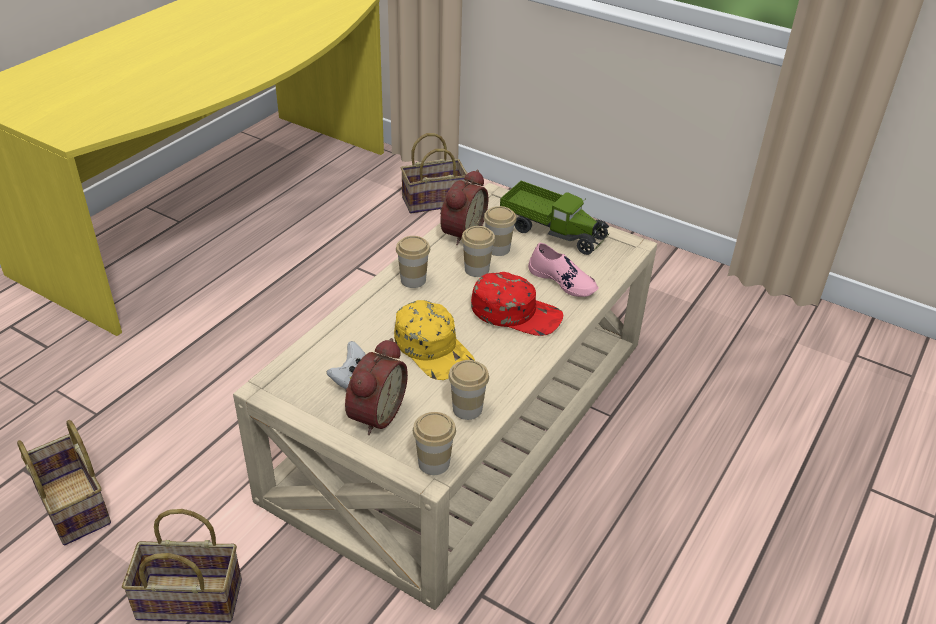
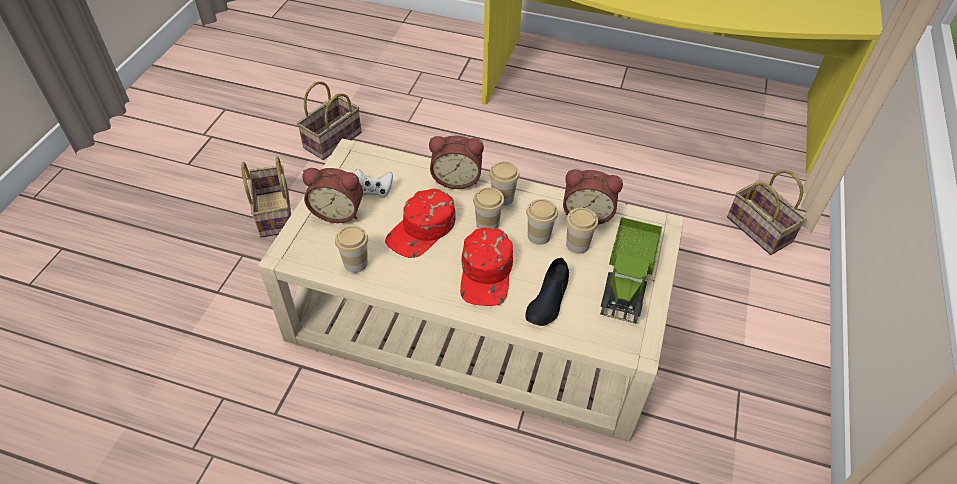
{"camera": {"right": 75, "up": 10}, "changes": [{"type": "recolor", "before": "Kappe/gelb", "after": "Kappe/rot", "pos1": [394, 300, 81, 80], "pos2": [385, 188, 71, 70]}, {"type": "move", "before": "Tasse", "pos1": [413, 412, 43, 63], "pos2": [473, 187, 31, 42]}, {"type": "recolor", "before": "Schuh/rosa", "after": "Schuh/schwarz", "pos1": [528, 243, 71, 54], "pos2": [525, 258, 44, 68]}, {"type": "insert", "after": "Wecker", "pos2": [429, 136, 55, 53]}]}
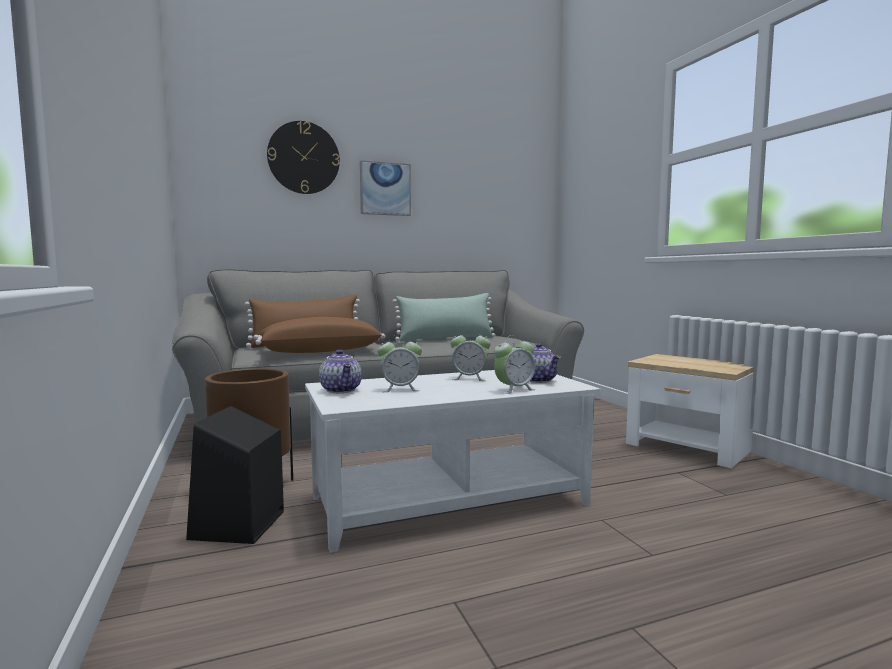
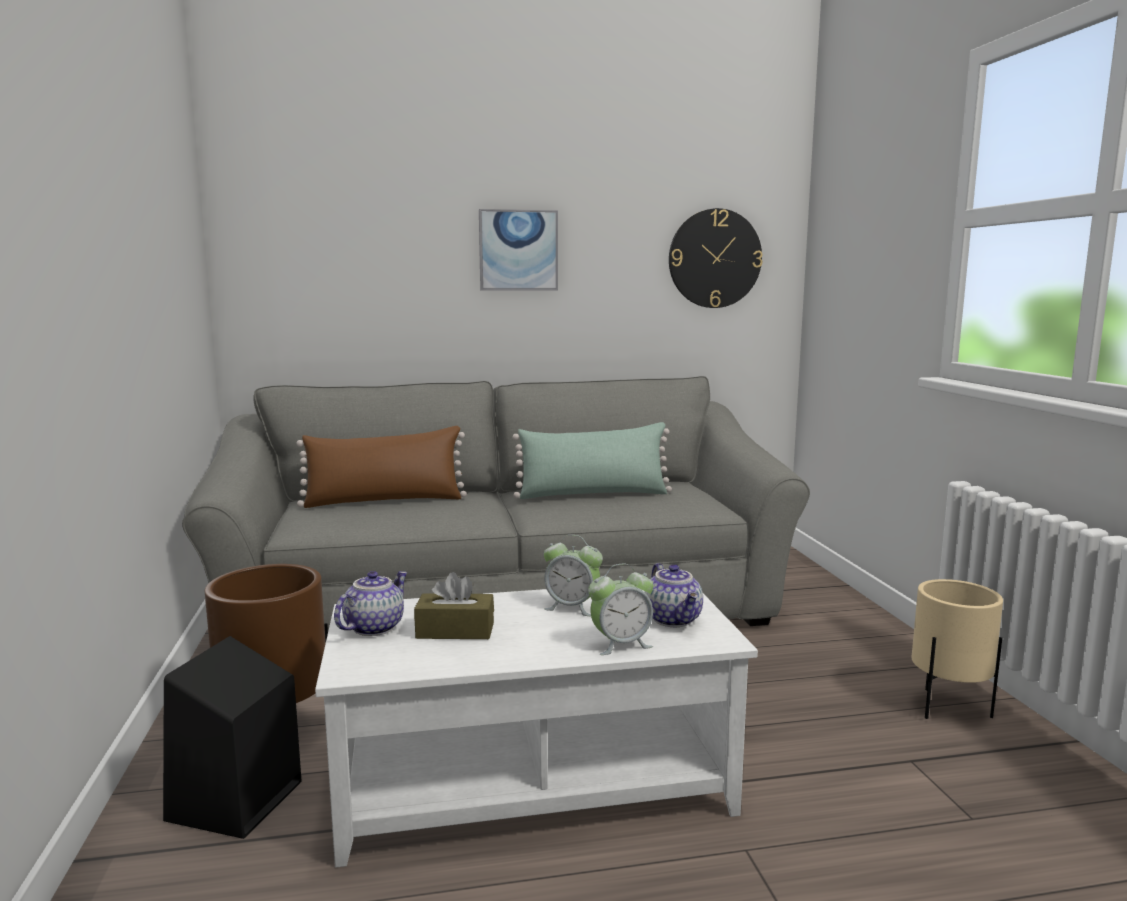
{"camera": {"right": 10, "up": 5}, "changes": [{"type": "delete", "before": "Kissen/braun", "pos1": [253, 317, 132, 36]}, {"type": "move", "before": "Wanduhr", "pos1": [267, 121, 73, 73], "pos2": [669, 208, 94, 100]}, {"type": "rotate", "before": "Teekanne", "pos1": [319, 349, 43, 44], "pos2": [334, 571, 74, 65], "turn": -135}, {"type": "replace", "before": "Wecker", "after": "Taschentuchbox/braun", "pos1": [377, 335, 45, 57], "pos2": [414, 572, 80, 67]}, {"type": "replace", "before": "Beistelltisch", "after": "Pflanzkübel/beige", "pos1": [626, 354, 128, 114], "pos2": [912, 579, 91, 140]}]}
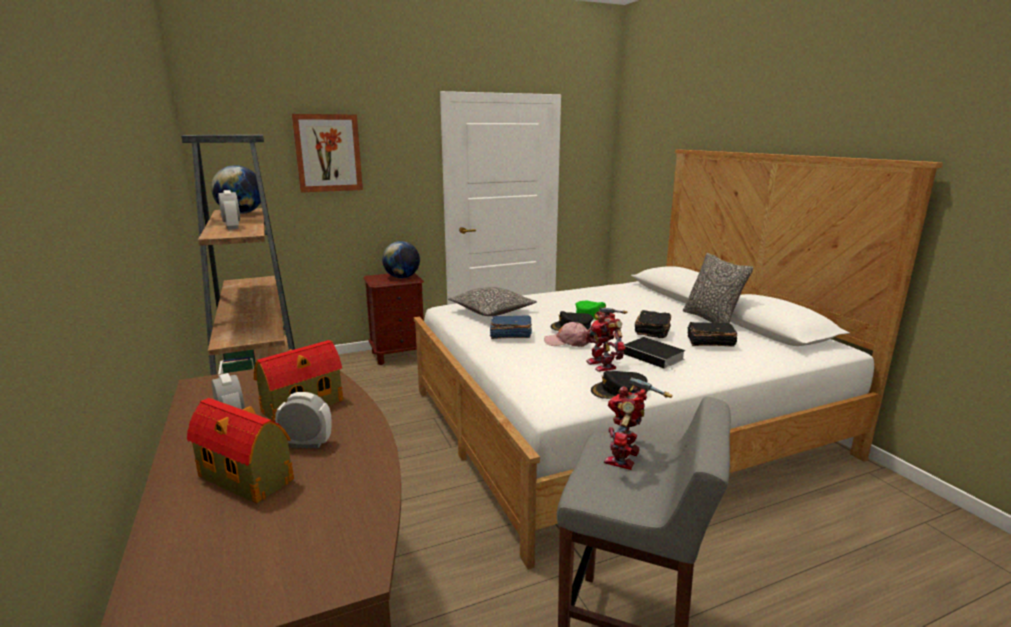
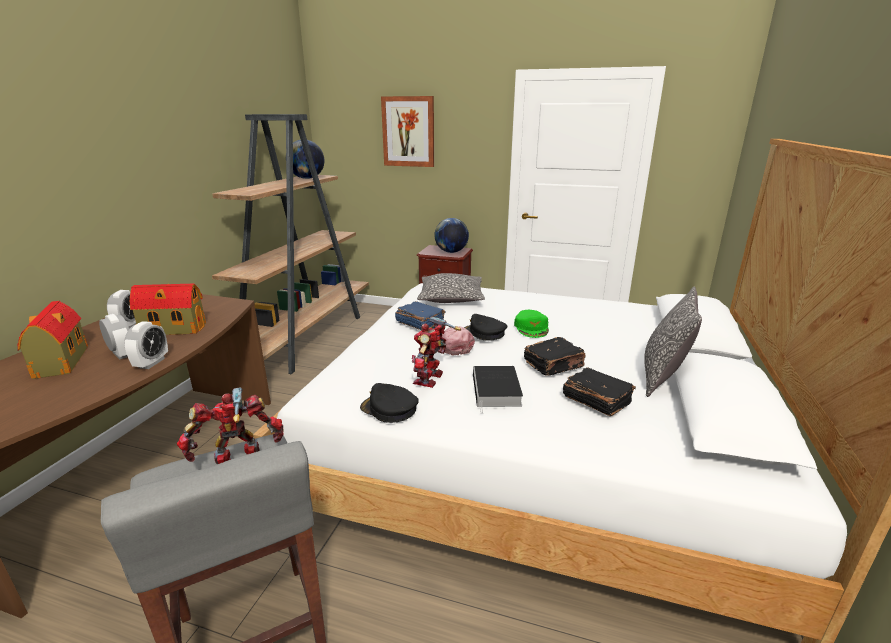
{"camera": {"right": 40, "up": 5}, "changes": [{"type": "move", "before": "Wecker", "pos1": [218, 190, 22, 40], "pos2": [124, 322, 44, 47]}]}
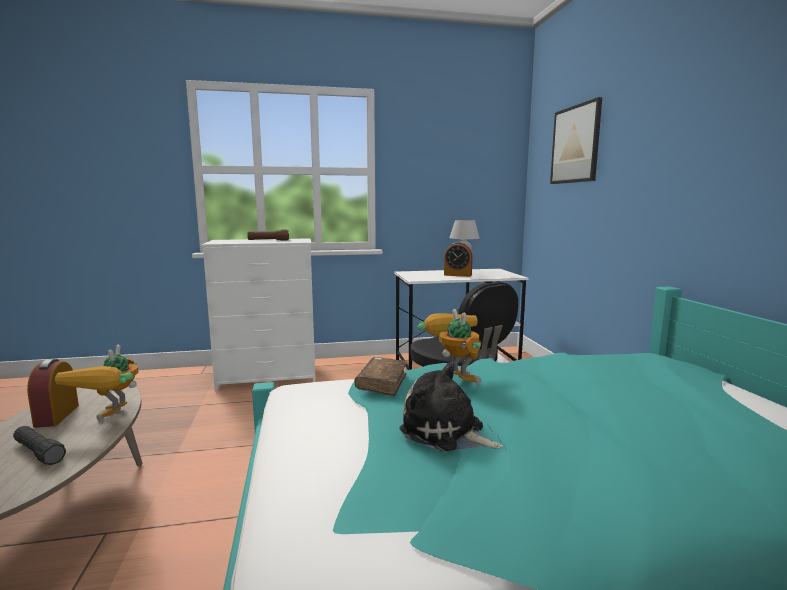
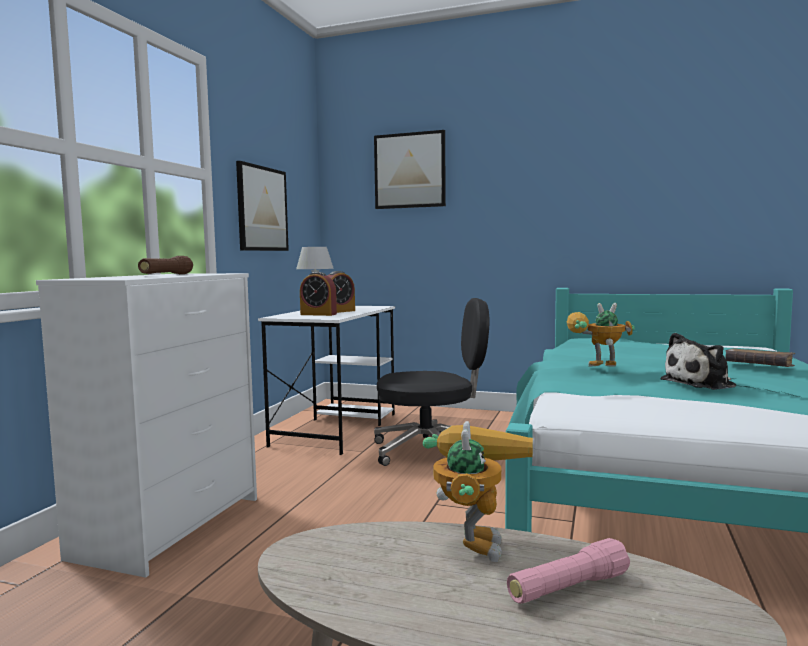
{"camera": {"right": -60, "up": -5}, "changes": [{"type": "recolor", "before": "Taschenlampe/schwarz", "after": "Taschenlampe/rosa", "pos1": [13, 426, 53, 39], "pos2": [507, 538, 123, 66]}, {"type": "move", "before": "Wecker", "pos1": [27, 359, 52, 69], "pos2": [300, 272, 37, 44]}, {"type": "rotate", "before": "Spielzeugroboter", "pos1": [55, 345, 83, 75], "pos2": [423, 421, 110, 141], "turn": -105}, {"type": "move", "before": "Buch/braun", "pos1": [354, 357, 54, 40], "pos2": [725, 348, 70, 19]}, {"type": "insert", "after": "Bild", "pos2": [236, 161, 53, 90]}]}
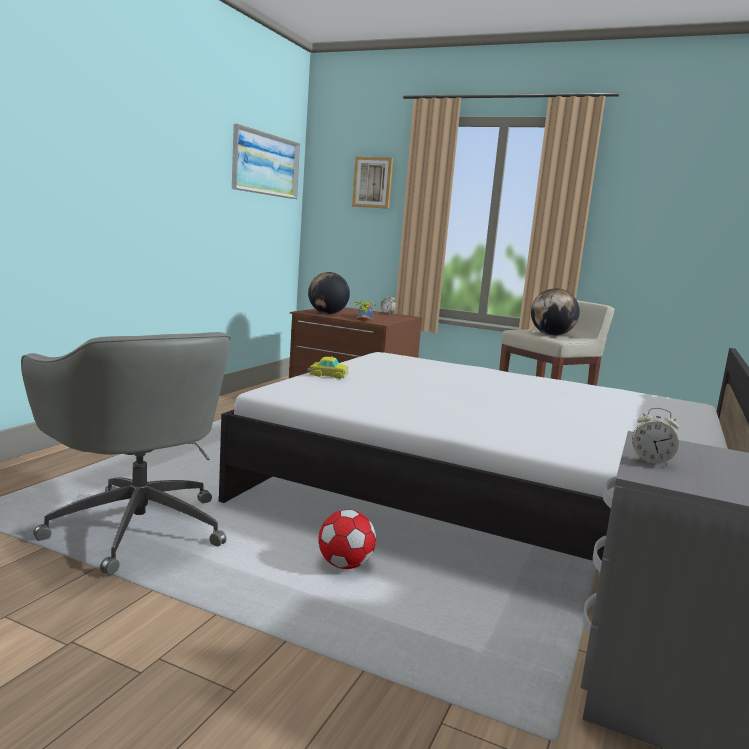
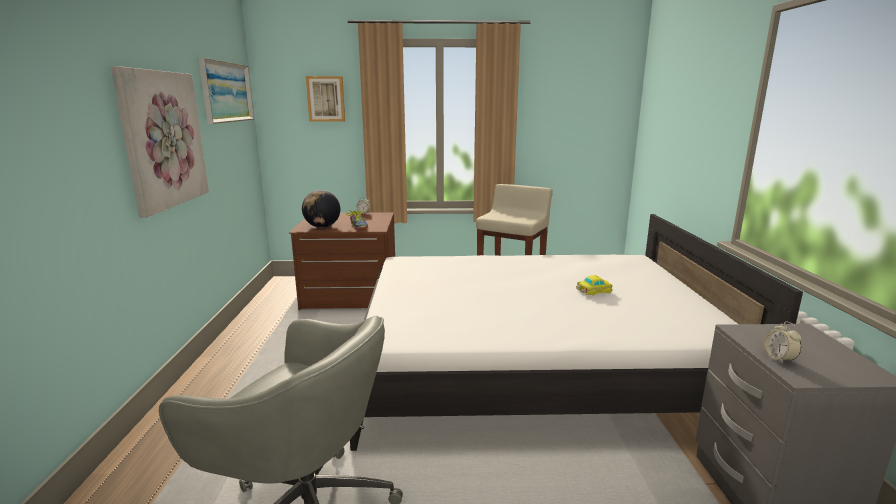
{"camera": {"right": -25, "up": 5}, "changes": [{"type": "move", "before": "Spielzeugauto", "pos1": [307, 357, 41, 22], "pos2": [576, 275, 37, 20]}, {"type": "delete", "before": "Fußball", "pos1": [318, 510, 58, 59]}, {"type": "delete", "before": "Globus", "pos1": [531, 288, 49, 48]}, {"type": "rotate", "before": "Wecker", "pos1": [632, 408, 47, 59], "pos2": [764, 322, 37, 42], "turn": 90}, {"type": "insert", "after": "Bild", "pos2": [111, 66, 98, 152]}]}
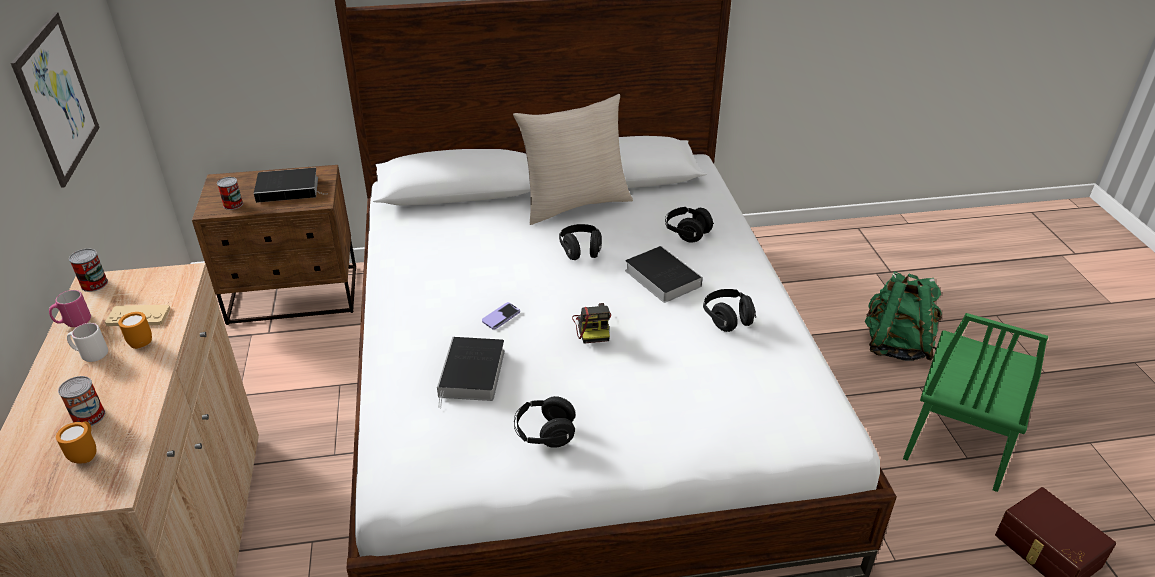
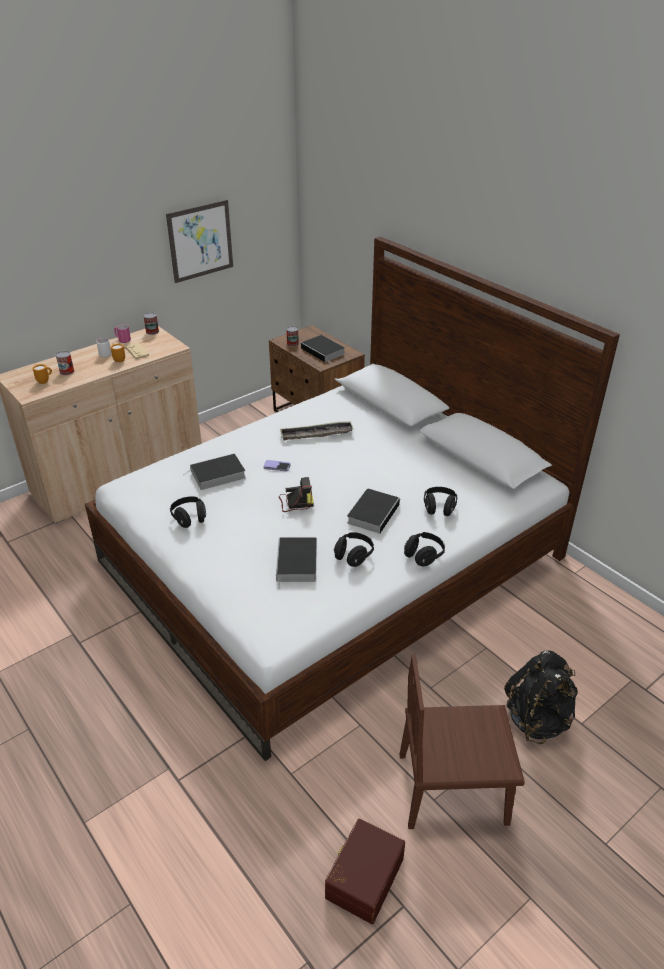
{"camera": {"right": 60, "up": 0}, "changes": [{"type": "delete", "before": "Kissen/beige", "pos1": [513, 94, 120, 131]}, {"type": "move", "before": "Kopfhörer/schwarz", "pos1": [559, 224, 43, 36], "pos2": [404, 532, 41, 34]}, {"type": "rotate", "before": "Kamera", "pos1": [572, 303, 39, 41], "pos2": [279, 477, 35, 35], "turn": -150}, {"type": "recolor", "before": "Rucksack/grün", "after": "Rucksack/schwarz", "pos1": [865, 271, 77, 90], "pos2": [504, 650, 74, 94]}, {"type": "recolor", "before": "Stuhl/grün", "after": "Stuhl/braun", "pos1": [903, 313, 145, 179], "pos2": [400, 654, 125, 175]}, {"type": "insert", "after": "Buch", "pos2": [276, 538, 41, 51]}, {"type": "insert", "after": "Tablett", "pos2": [280, 421, 74, 20]}]}
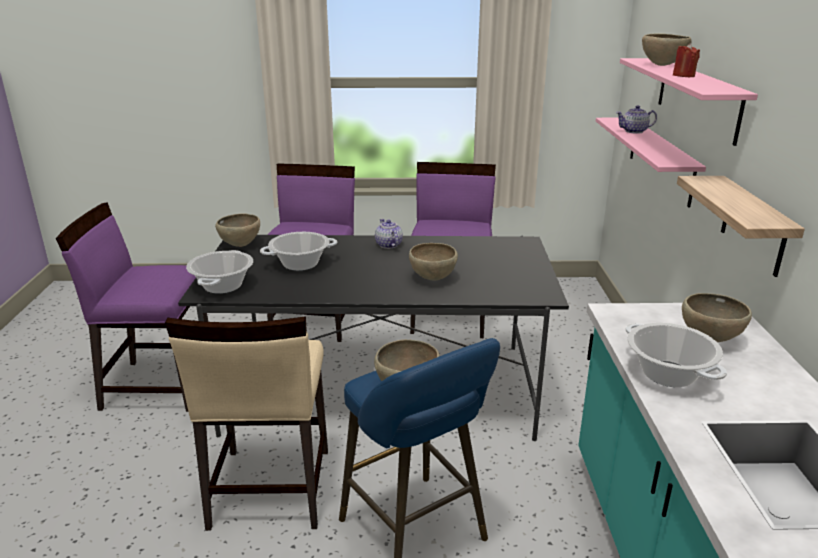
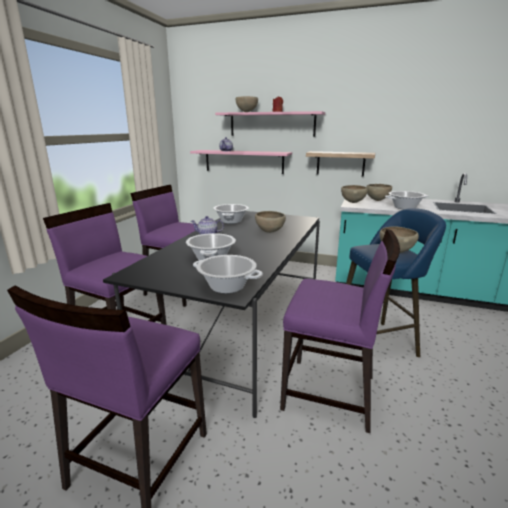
{"camera": {"right": -70, "up": -5}, "changes": [{"type": "recolor", "before": "Stuhl/beige", "after": "Stuhl/lila", "pos1": [165, 316, 163, 215], "pos2": [280, 229, 120, 204]}, {"type": "move", "before": "Schüssel/braun", "pos1": [215, 213, 45, 34], "pos2": [341, 185, 27, 18]}, {"type": "insert", "after": "Kochtopf", "pos2": [213, 204, 36, 20]}]}
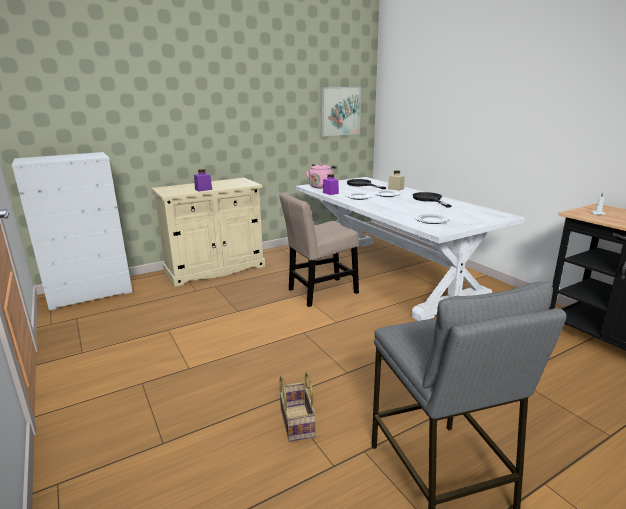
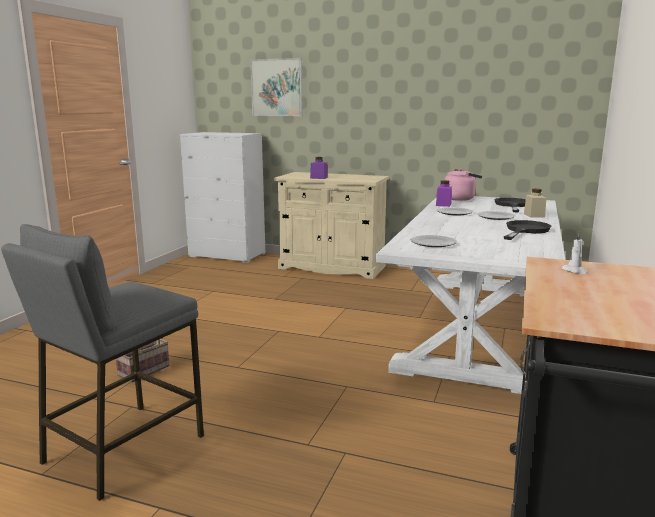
{"camera": {"right": 50, "up": -5}, "changes": [{"type": "delete", "before": "Stuhl/beige", "pos1": [279, 193, 80, 114]}, {"type": "move", "before": "Bild", "pos1": [321, 87, 40, 49], "pos2": [250, 58, 53, 58]}]}
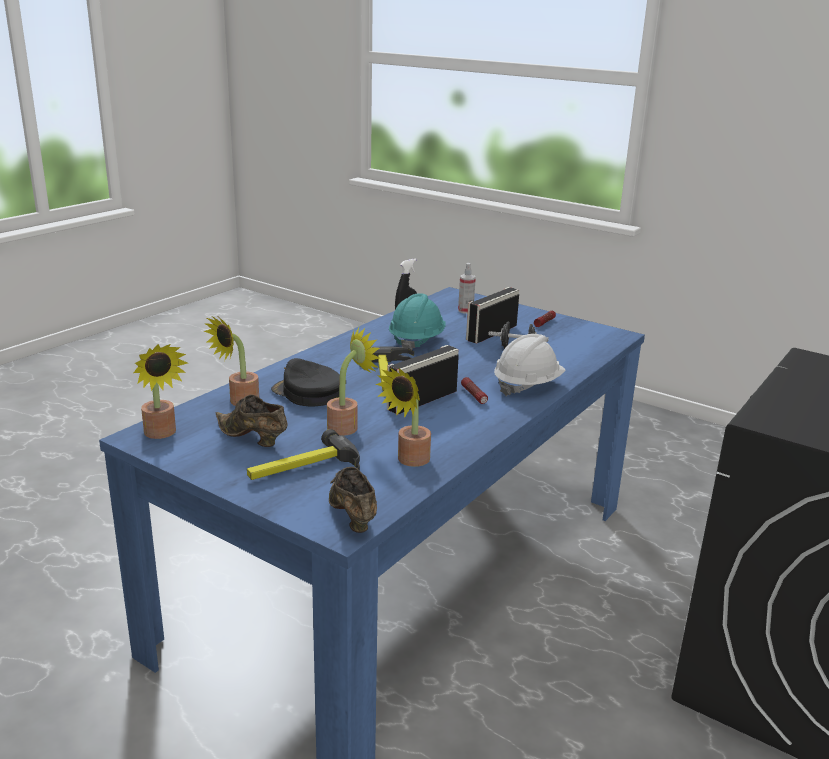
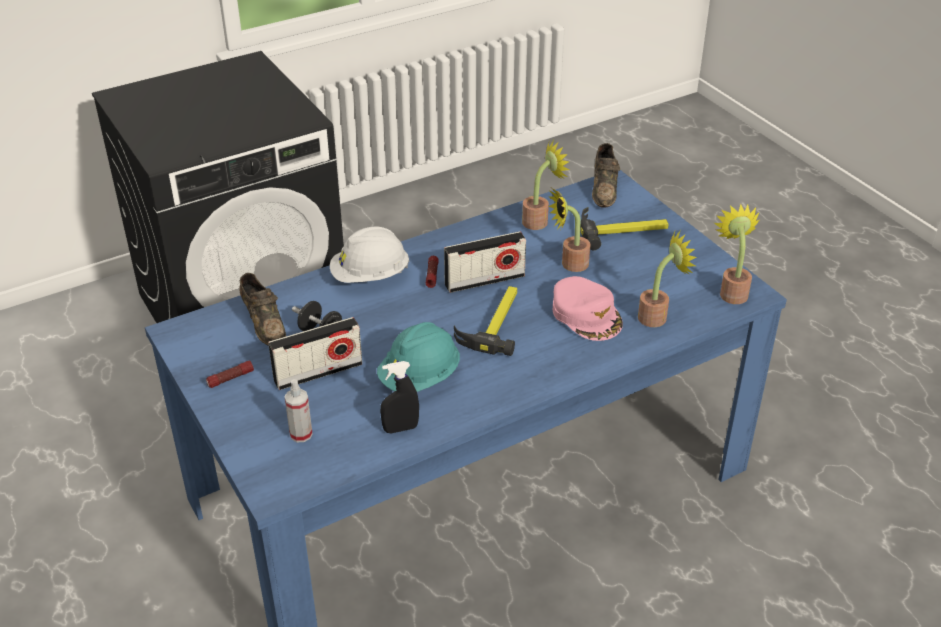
{"camera": {"right": -155, "up": 15}, "changes": [{"type": "move", "before": "Schuh/braun", "pos1": [215, 394, 73, 53], "pos2": [239, 273, 47, 73]}, {"type": "recolor", "before": "Kappe/schwarz", "after": "Kappe/rosa", "pos1": [271, 358, 69, 48], "pos2": [553, 276, 70, 65]}]}
